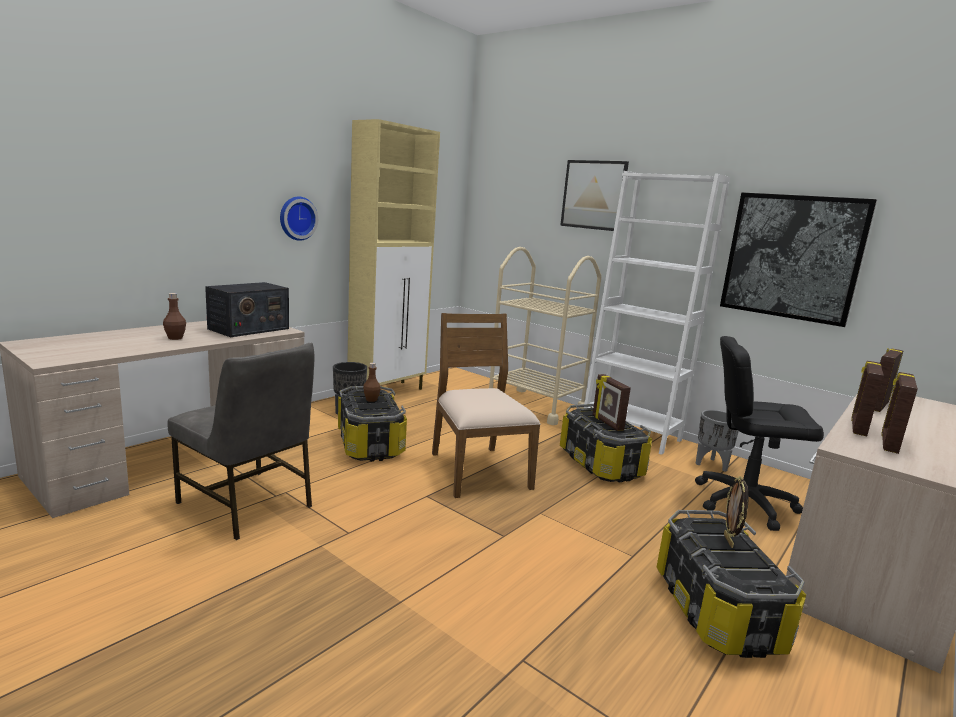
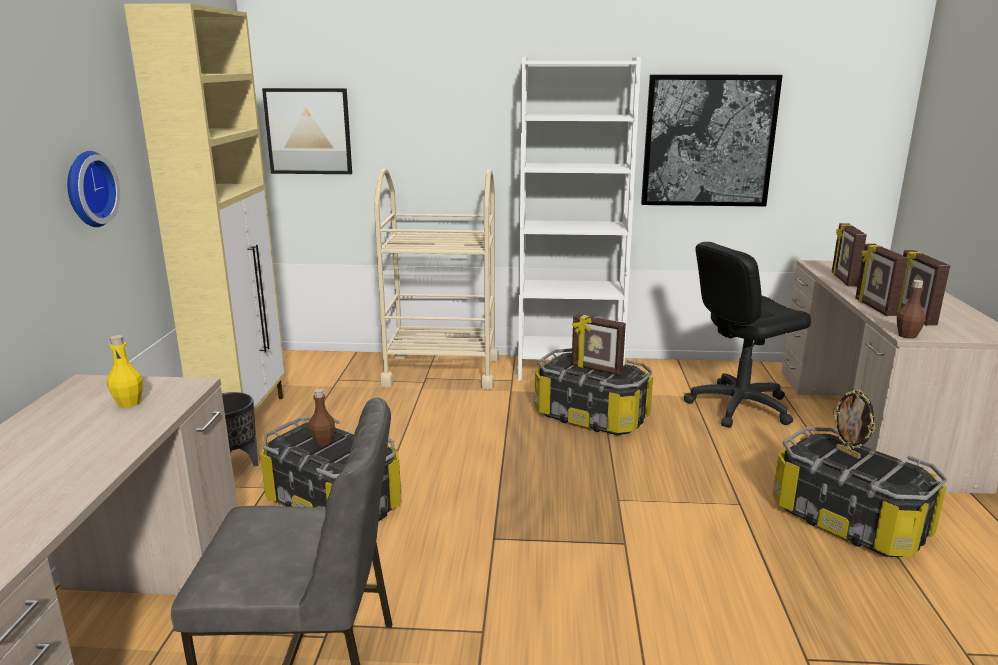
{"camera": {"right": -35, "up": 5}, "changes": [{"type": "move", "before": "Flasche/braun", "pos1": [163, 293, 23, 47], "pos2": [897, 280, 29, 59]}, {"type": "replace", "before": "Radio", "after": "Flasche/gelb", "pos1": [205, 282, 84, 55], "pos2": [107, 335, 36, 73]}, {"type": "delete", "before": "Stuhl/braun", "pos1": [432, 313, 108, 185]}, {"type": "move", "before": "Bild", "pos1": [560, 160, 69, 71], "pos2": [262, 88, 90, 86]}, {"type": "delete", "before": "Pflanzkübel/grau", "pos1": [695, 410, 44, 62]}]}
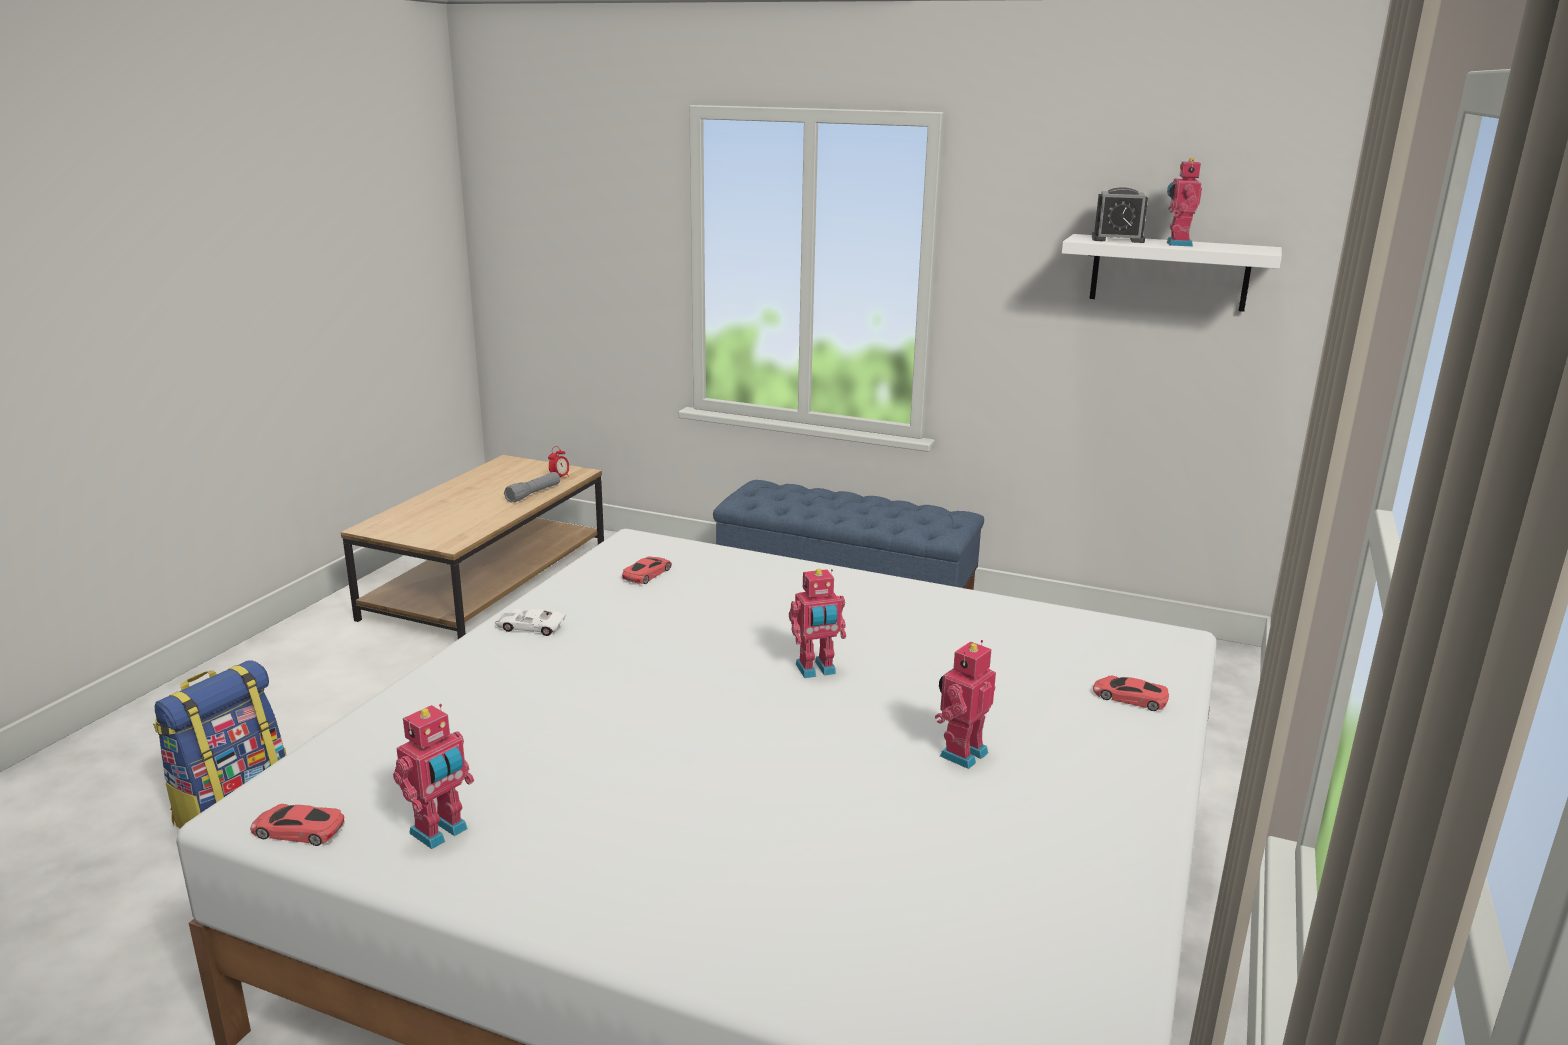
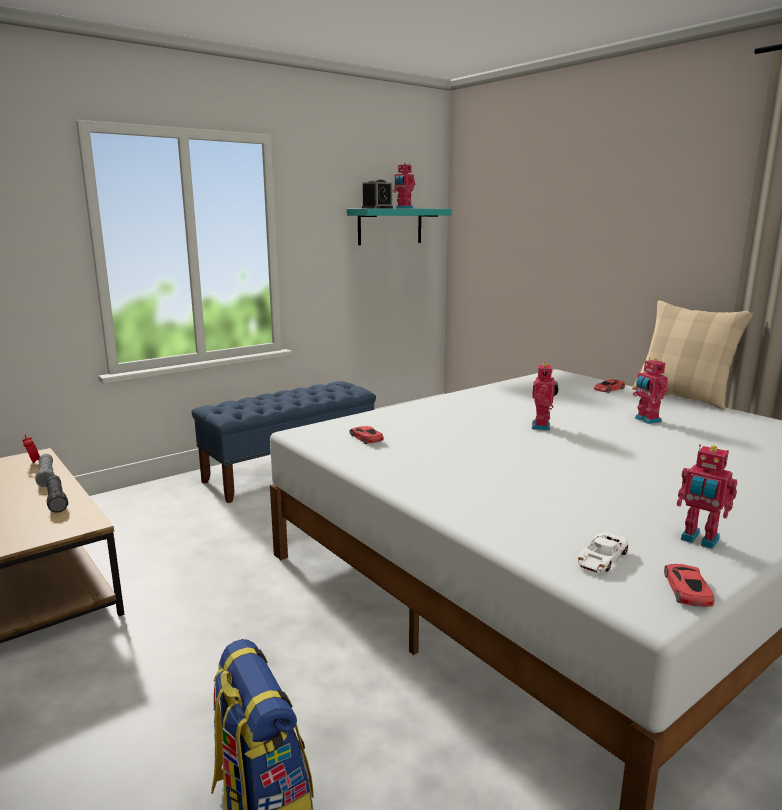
{"camera": {"right": -60, "up": -5}, "changes": [{"type": "rotate", "before": "Spielzeugauto/rot", "pos1": [250, 804, 95, 42], "pos2": [664, 564, 50, 43], "turn": 150}, {"type": "rotate", "before": "Spielzeugroboter", "pos1": [393, 704, 81, 145], "pos2": [677, 445, 60, 104], "turn": 150}, {"type": "move", "before": "Spielzeugauto/weiß", "pos1": [495, 609, 71, 27], "pos2": [578, 531, 50, 42]}, {"type": "recolor", "before": "Wandregal/weiß", "after": "Wandregal/türkis", "pos1": [1062, 234, 220, 78], "pos2": [347, 209, 105, 36]}, {"type": "insert", "after": "Taschenlampe/schwarz", "pos2": [46, 475, 22, 38]}, {"type": "insert", "after": "Kissen/beige", "pos2": [632, 301, 121, 109]}]}
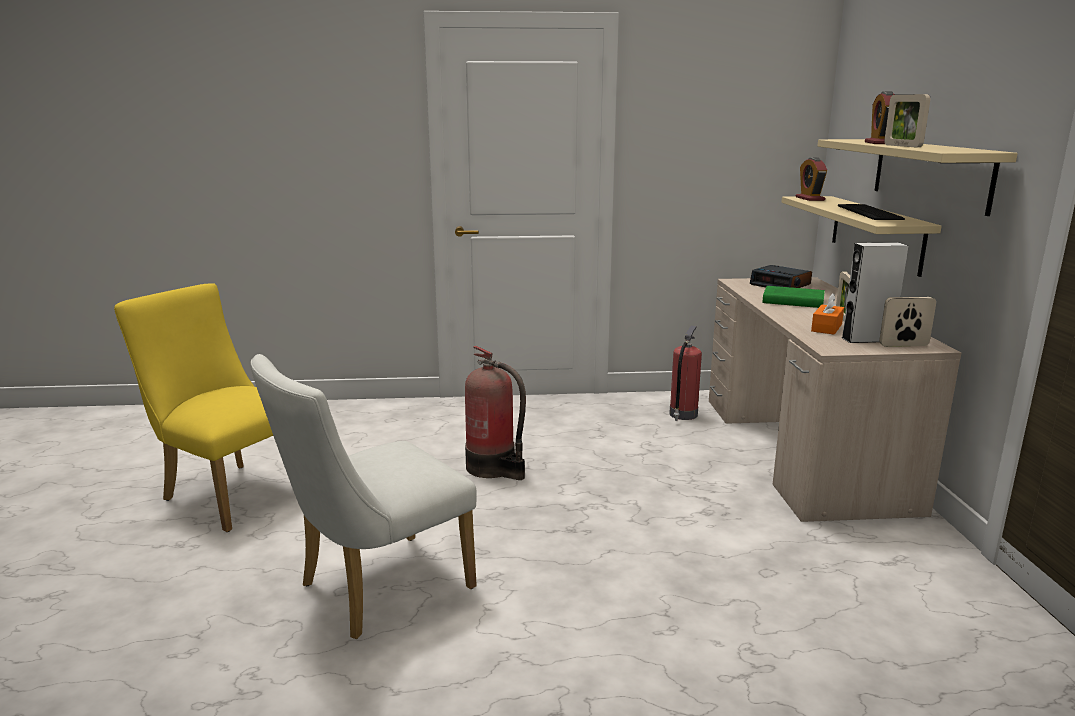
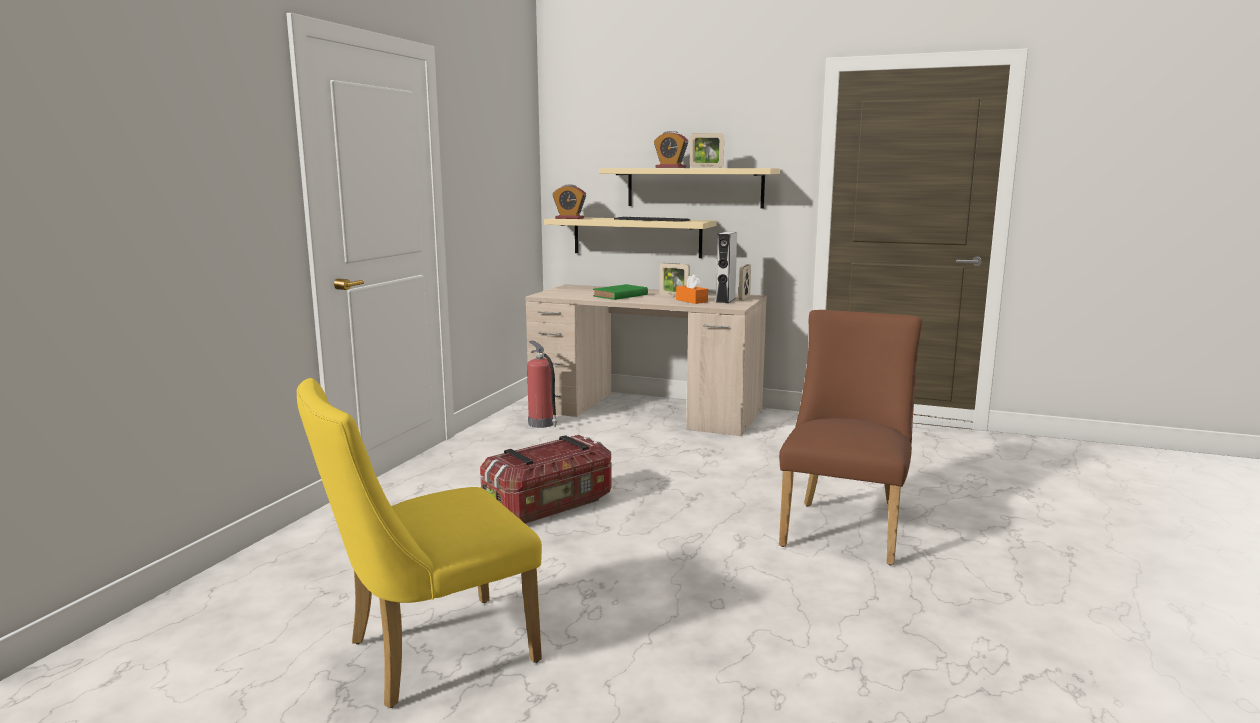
{"camera": {"right": -65, "up": -5}, "changes": [{"type": "delete", "before": "Stuhl/weiß", "pos1": [251, 354, 226, 285]}, {"type": "replace", "before": "Feuerlöscher", "after": "Aufbewahrungsbox", "pos1": [465, 346, 61, 134], "pos2": [480, 435, 131, 89]}, {"type": "delete", "before": "Wecker", "pos1": [750, 265, 62, 23]}, {"type": "insert", "after": "Stuhl/braun", "pos2": [779, 310, 143, 255]}]}
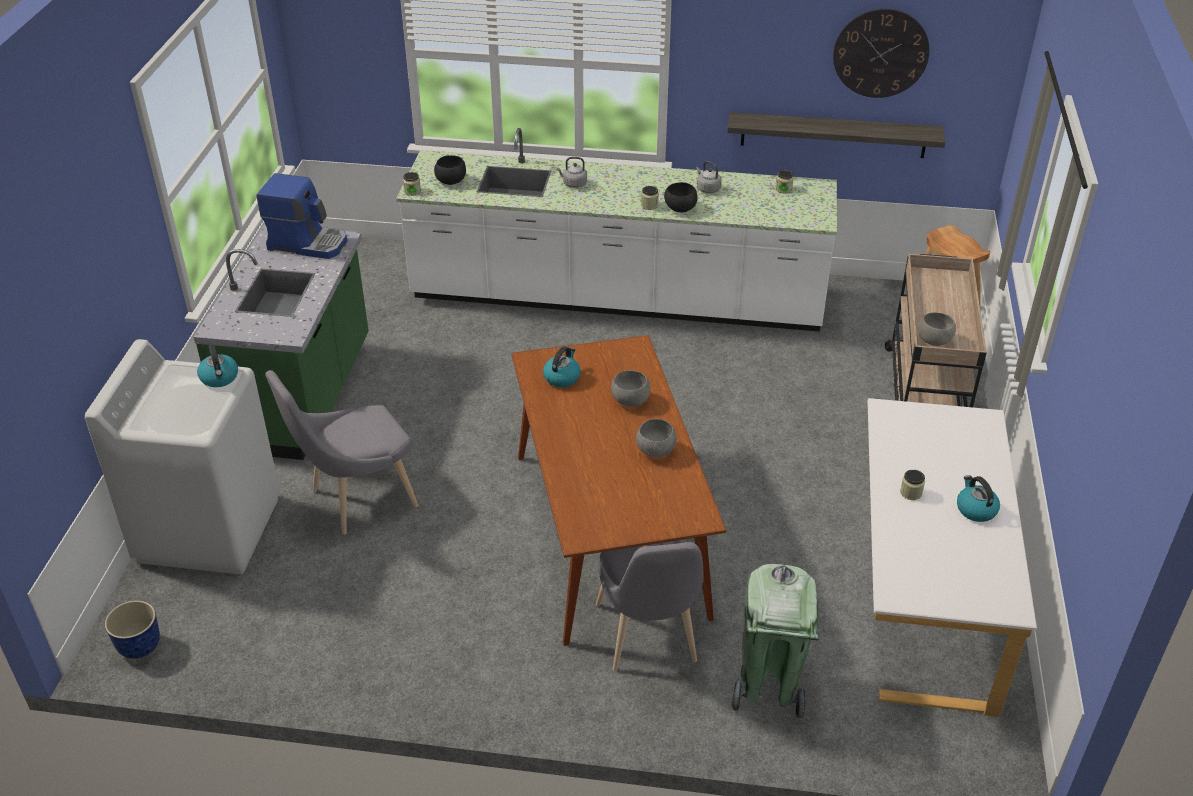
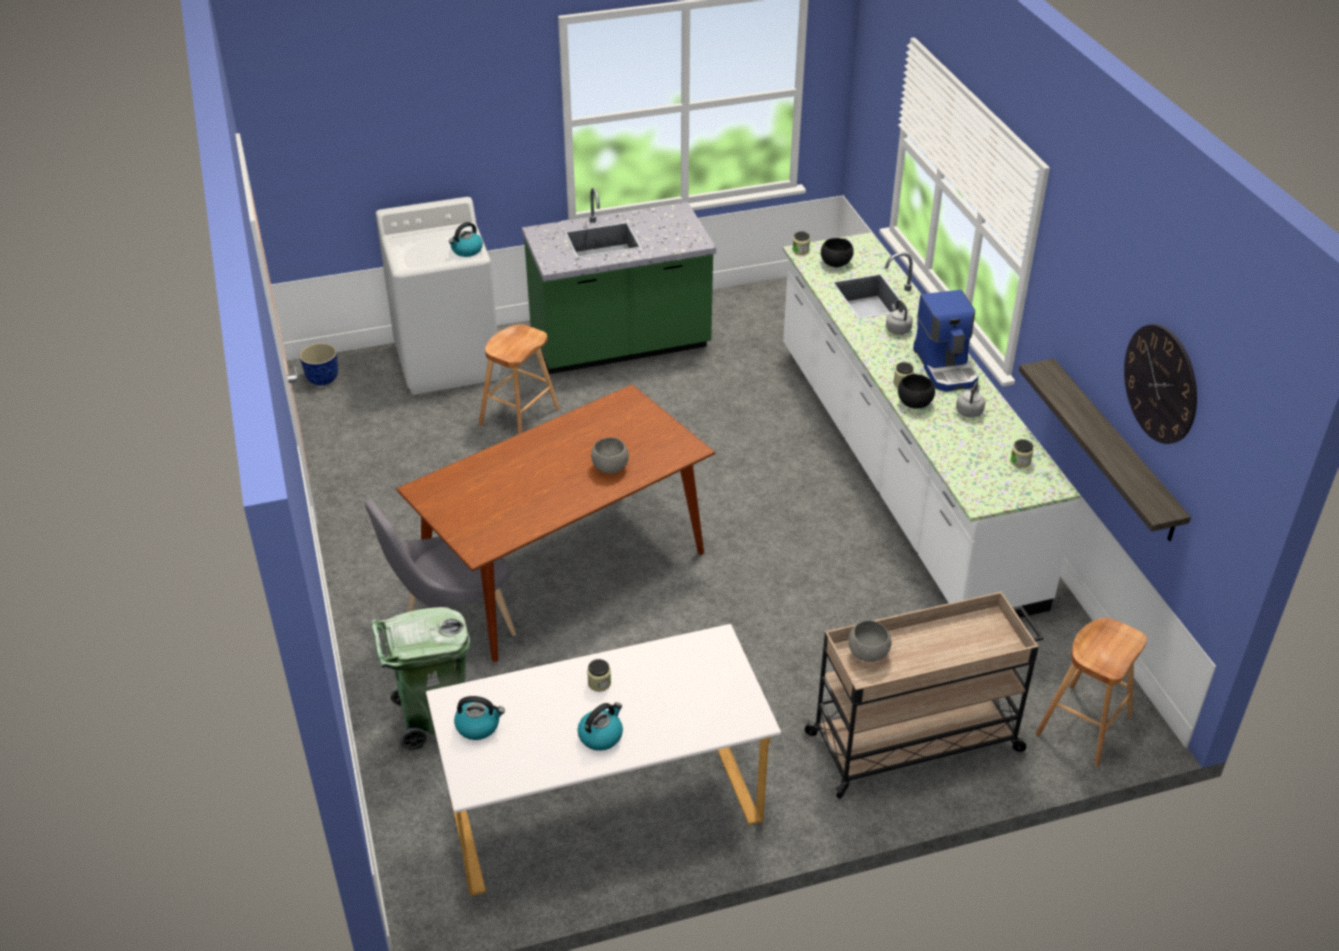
{"camera": {"right": 65, "up": 0}, "changes": [{"type": "move", "before": "Kaffeemaschine", "pos1": [256, 173, 91, 86], "pos2": [913, 290, 65, 102]}, {"type": "replace", "before": "Stuhl/grau", "after": "Hocker/braun", "pos1": [265, 370, 154, 165], "pos2": [479, 324, 81, 110]}, {"type": "move", "before": "Wasserkessel", "pos1": [543, 347, 38, 40], "pos2": [454, 696, 51, 44]}, {"type": "delete", "before": "Schüssel/grau", "pos1": [636, 419, 41, 38]}]}
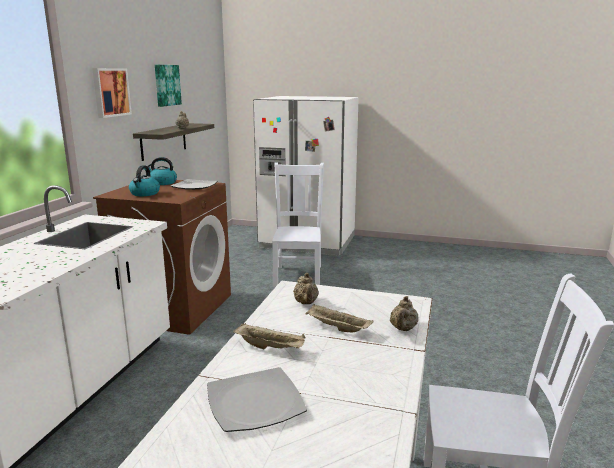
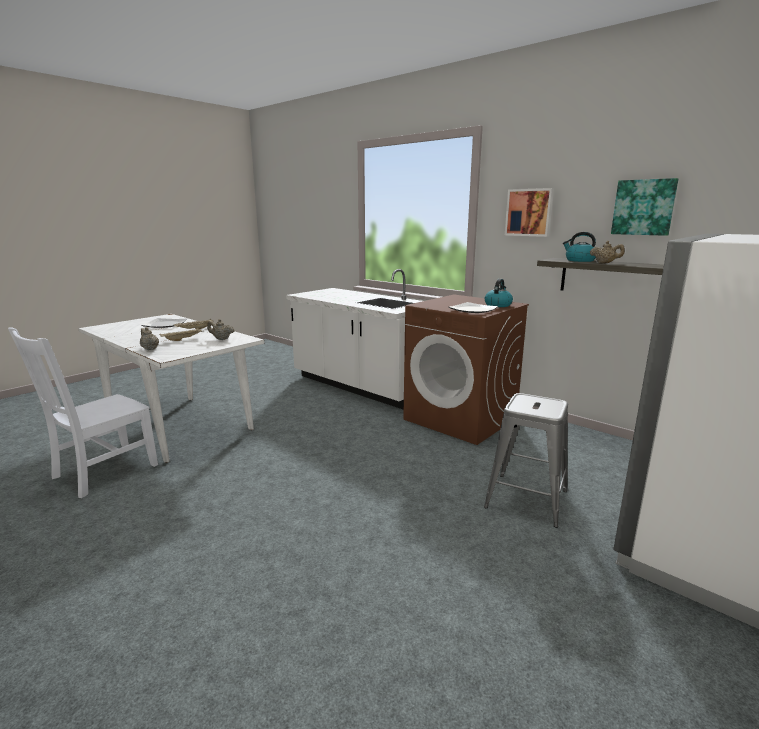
{"camera": {"right": 115, "up": 0}, "changes": [{"type": "move", "before": "Wasserkessel", "pos1": [129, 165, 31, 31], "pos2": [563, 232, 33, 30]}, {"type": "replace", "before": "Stuhl/weiß", "after": "Hocker/grau", "pos1": [272, 162, 52, 125], "pos2": [484, 393, 84, 135]}]}
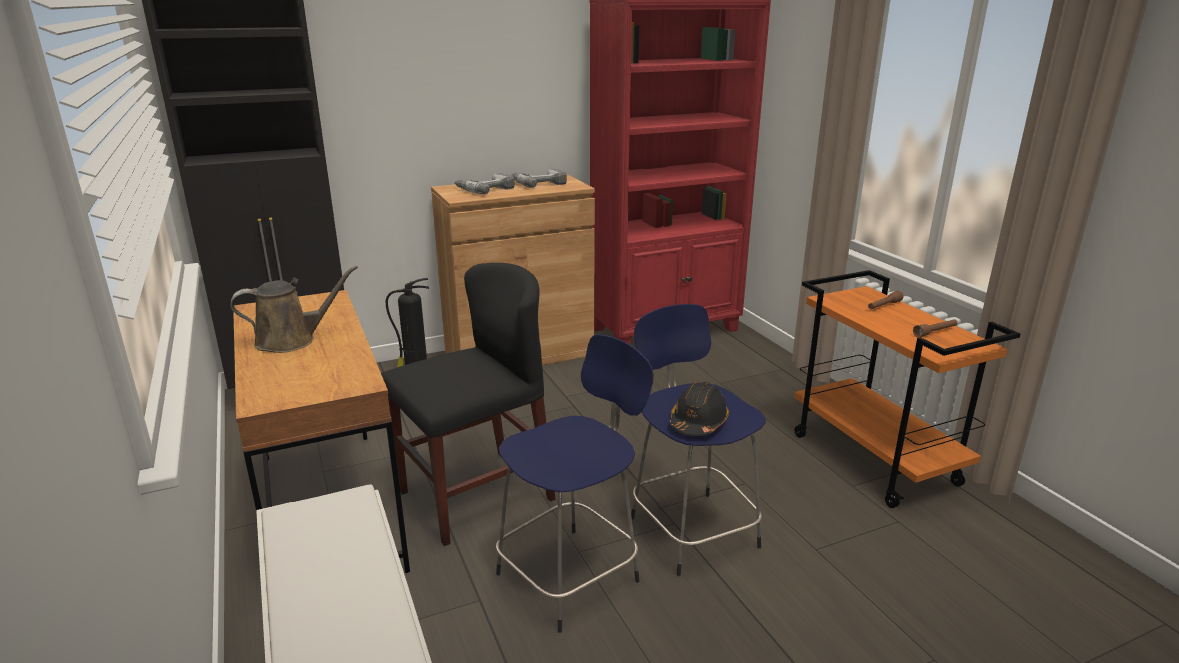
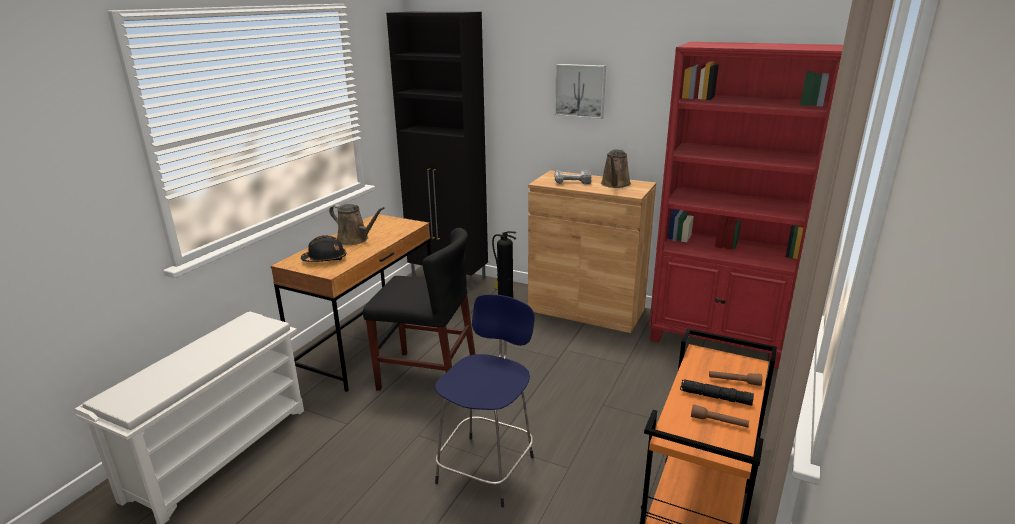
{"camera": {"right": 50, "up": 0}, "changes": [{"type": "delete", "before": "Hocker/blau", "pos1": [496, 334, 158, 299]}, {"type": "replace", "before": "Bohrmaschine", "after": "Gießkanne/braun", "pos1": [511, 169, 56, 19], "pos2": [601, 149, 30, 39]}, {"type": "move", "before": "Schutzhelm/schwarz", "pos1": [670, 382, 59, 54], "pos2": [301, 235, 45, 27]}, {"type": "insert", "after": "Bild", "pos2": [555, 64, 51, 55]}, {"type": "insert", "after": "Taschenlampe/schwarz", "pos2": [680, 379, 74, 27]}]}
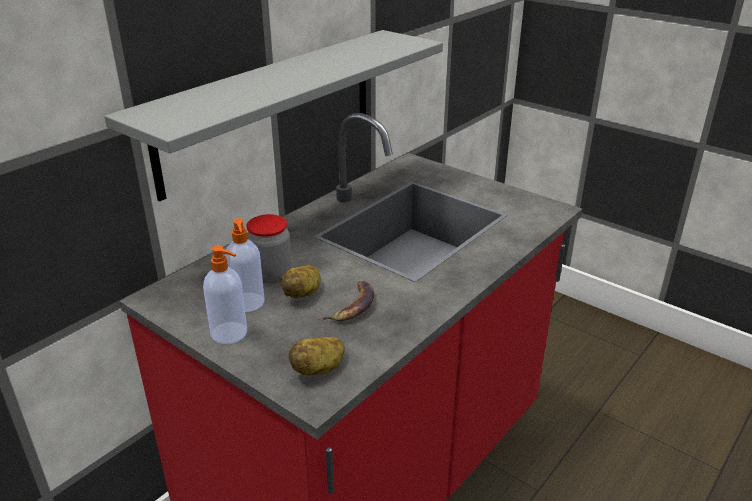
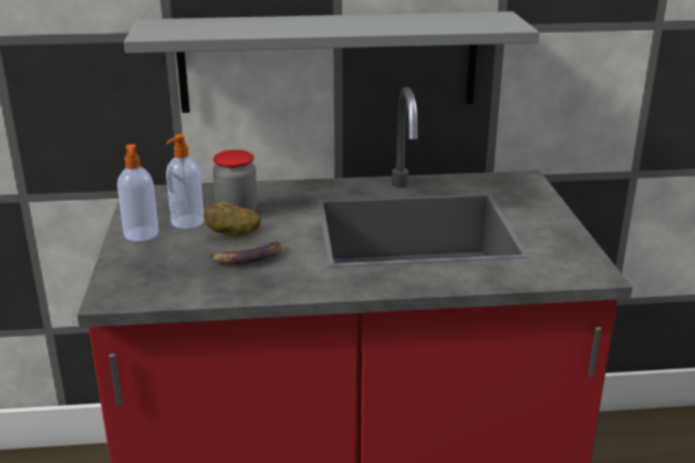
{"camera": {"right": 45, "up": -5}, "changes": [{"type": "delete", "before": "Kartoffel", "pos1": [289, 337, 56, 38]}]}
